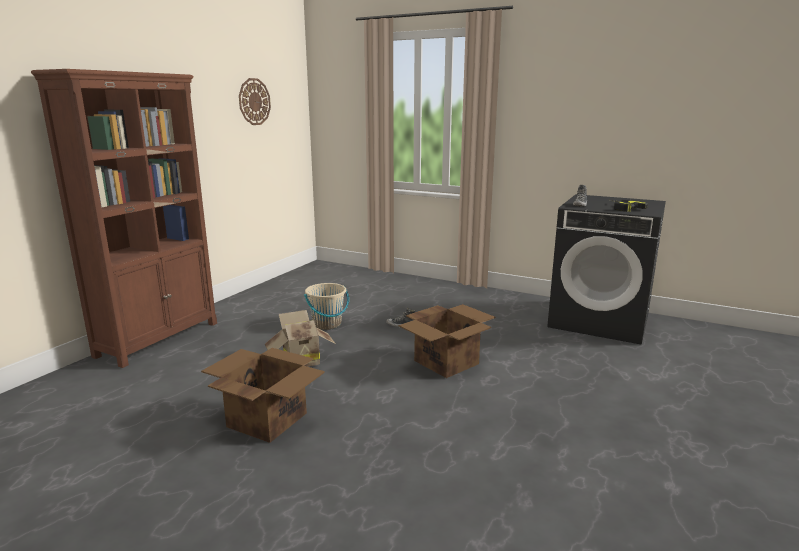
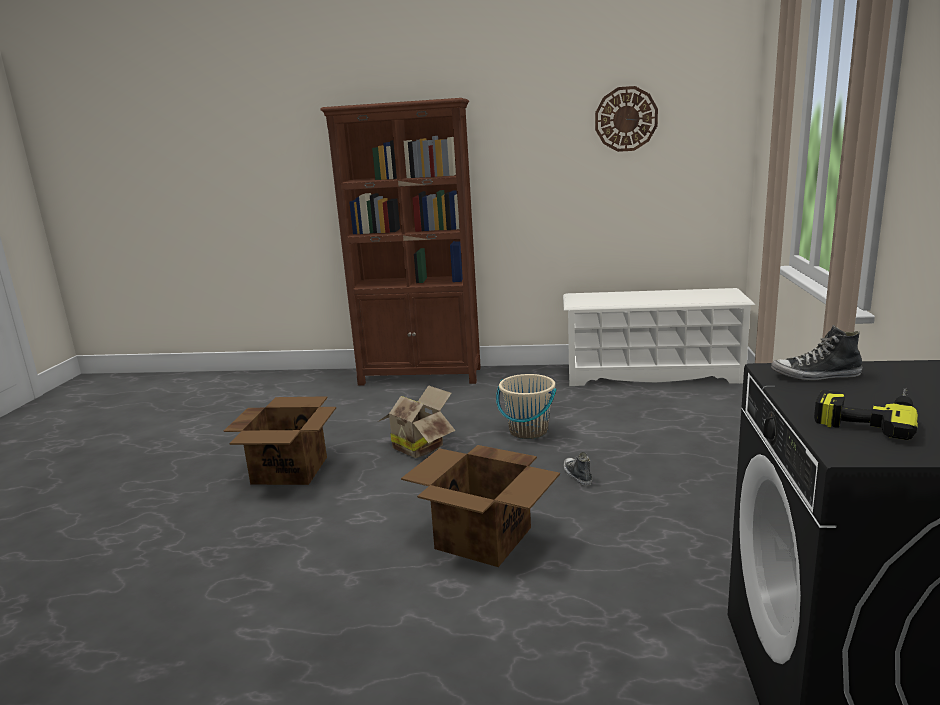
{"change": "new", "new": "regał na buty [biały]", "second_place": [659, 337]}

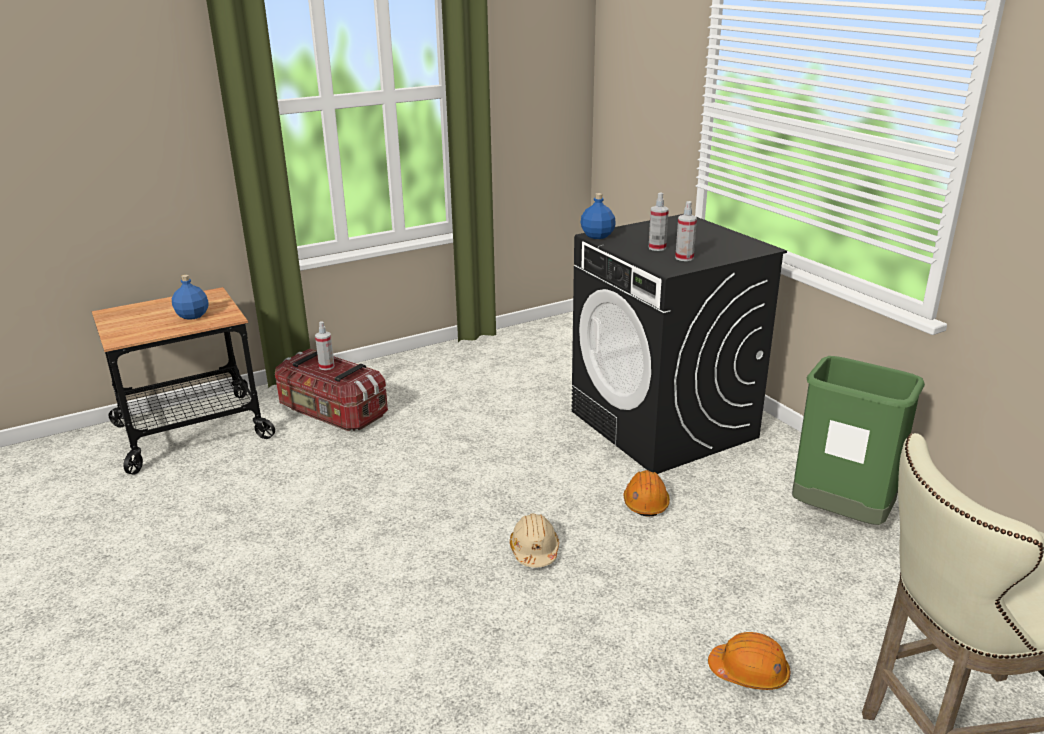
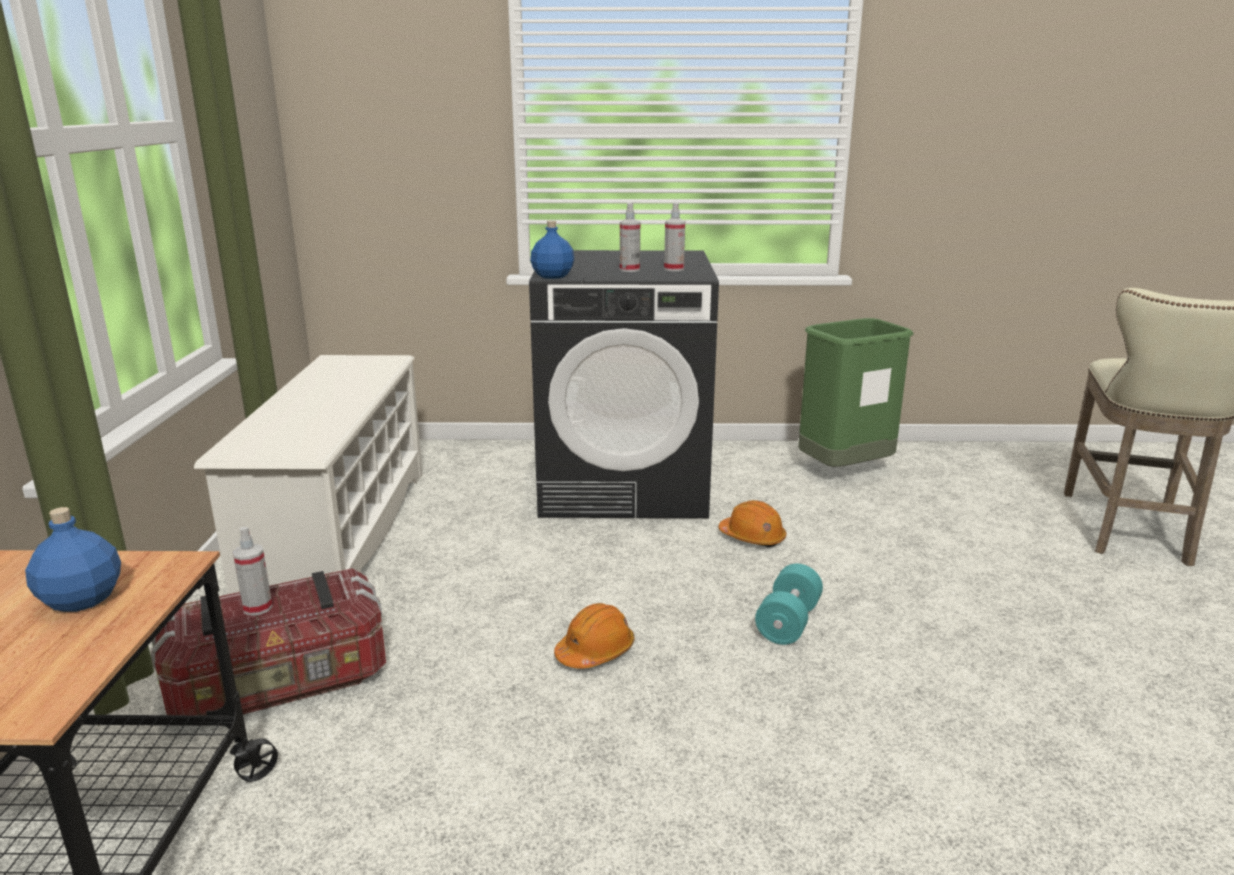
{"change": "swapped", "old": "kask [beżowy]", "new": "hantel [turkusowy]", "first_place": [534, 540], "second_place": [789, 604]}
{"change": "shifted", "old": "kask [pomarańczowy]", "first_place": [749, 661], "second_place": [594, 636]}
{"change": "new", "new": "regał na buty [biały]", "second_place": [308, 474]}

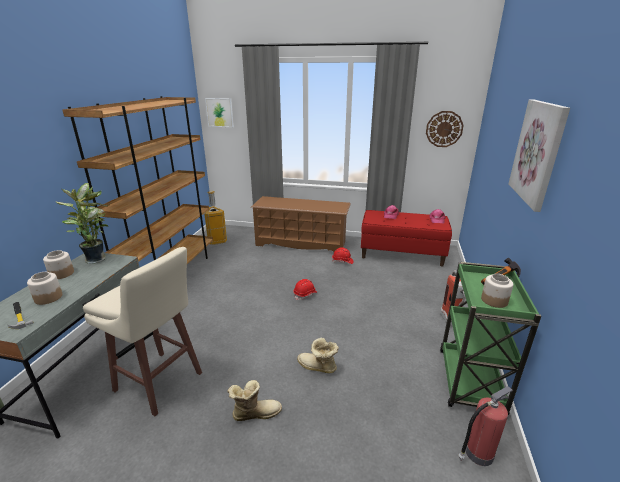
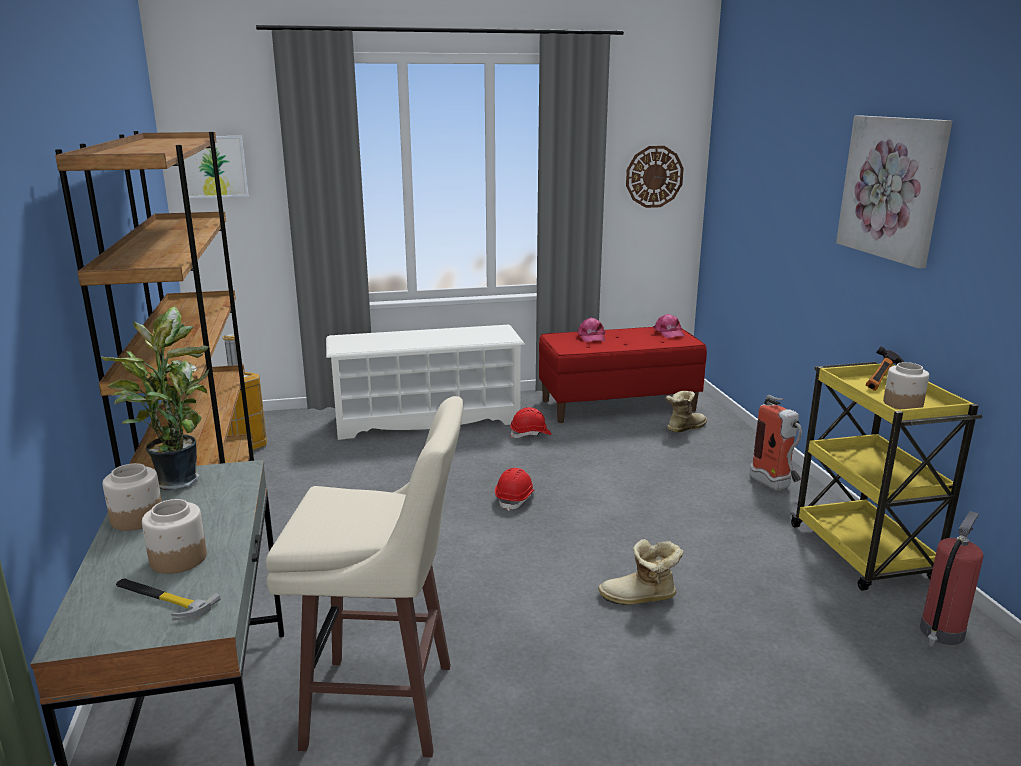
{"change": "shifted", "old": "but z cholewką", "first_place": [254, 400], "second_place": [686, 412]}
{"change": "repainted", "old": "regał na buty [brązowy]", "new": "regał na buty [biały]", "first_place": [301, 224], "second_place": [425, 382]}
{"change": "repainted", "old": "wózek [zielony]", "new": "wózek [żółty]", "first_place": [490, 338], "second_place": [886, 476]}

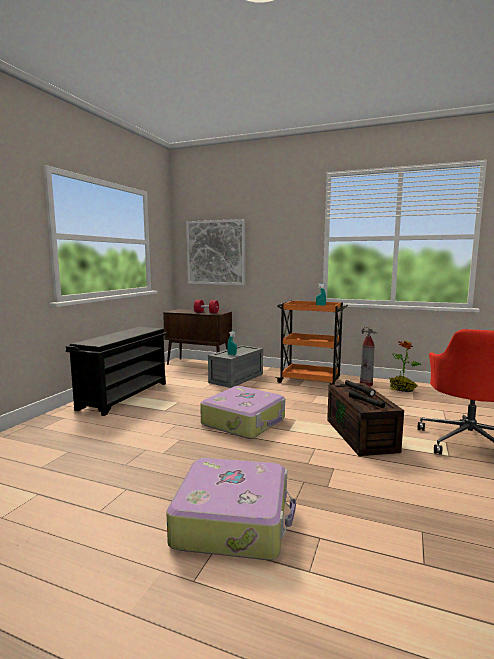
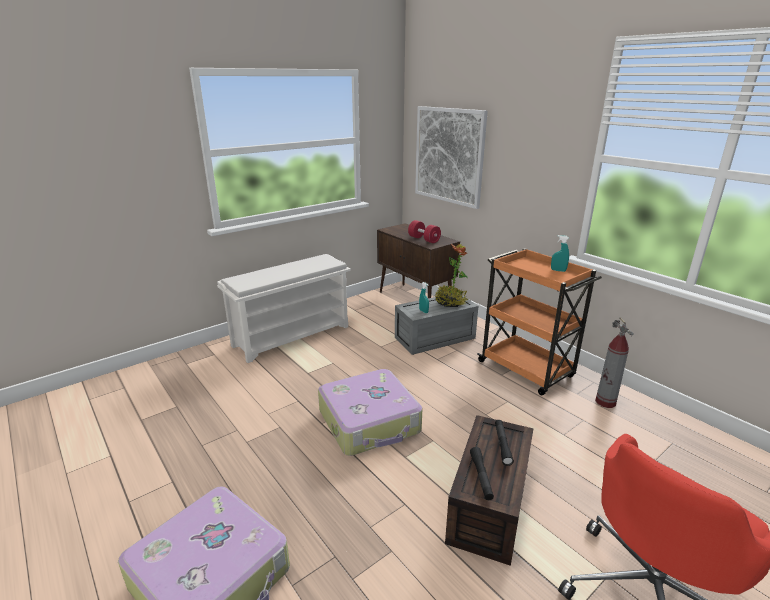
{"change": "repainted", "old": "regał na buty [czarny]", "new": "regał na buty [biały]", "first_place": [116, 371], "second_place": [284, 308]}
{"change": "shifted", "old": "roślina doniczkowa", "first_place": [405, 366], "second_place": [451, 275]}

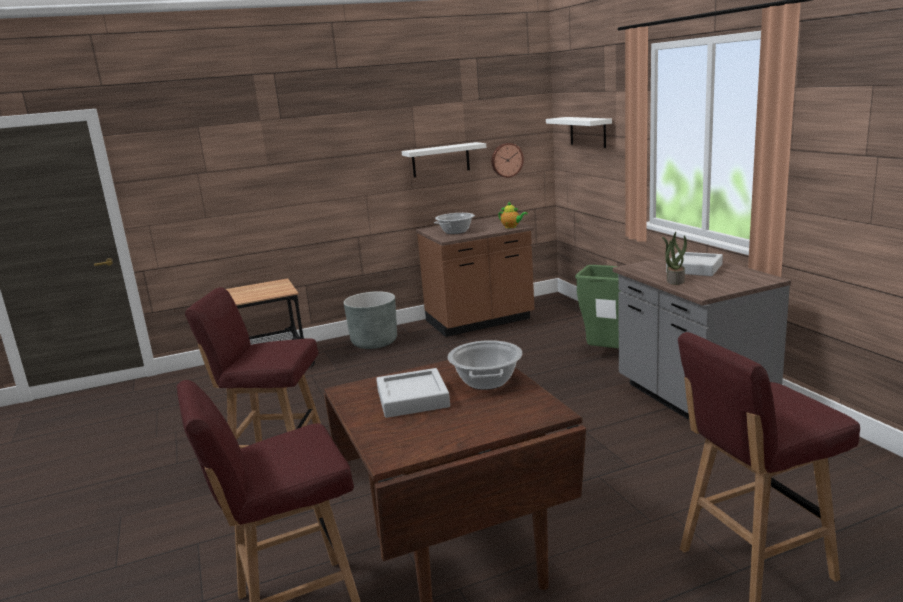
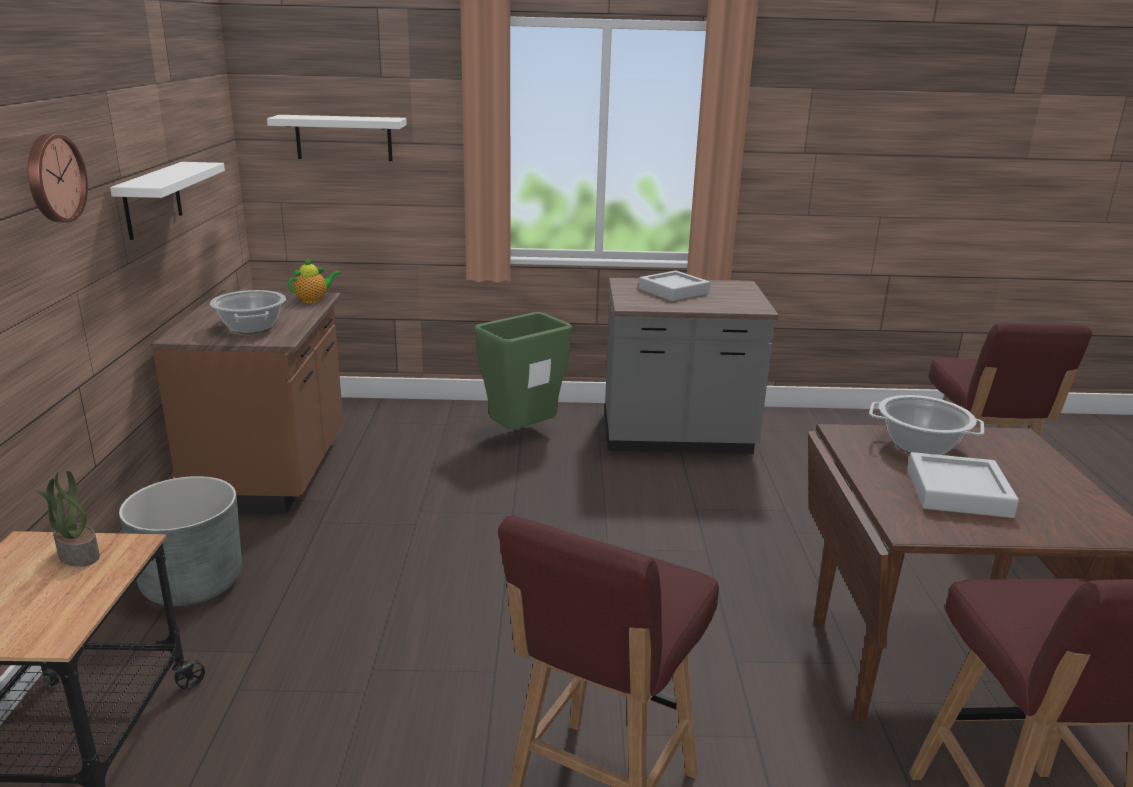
{"change": "shifted", "old": "zegar ścienny", "first_place": [507, 160], "second_place": [58, 178]}
{"change": "shifted", "old": "roślina doniczkowa", "first_place": [674, 258], "second_place": [67, 519]}

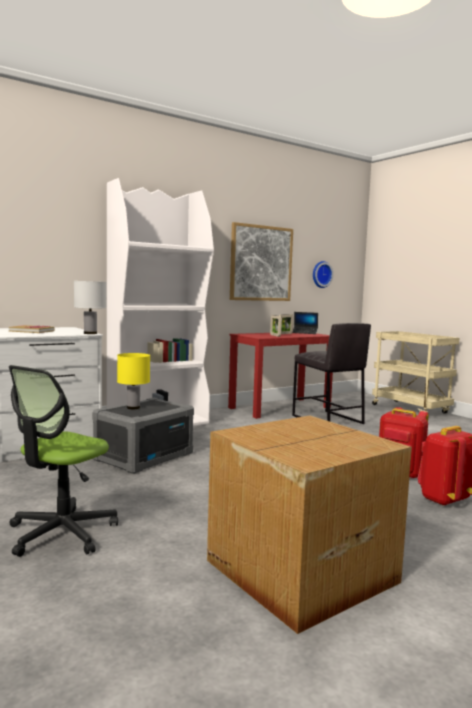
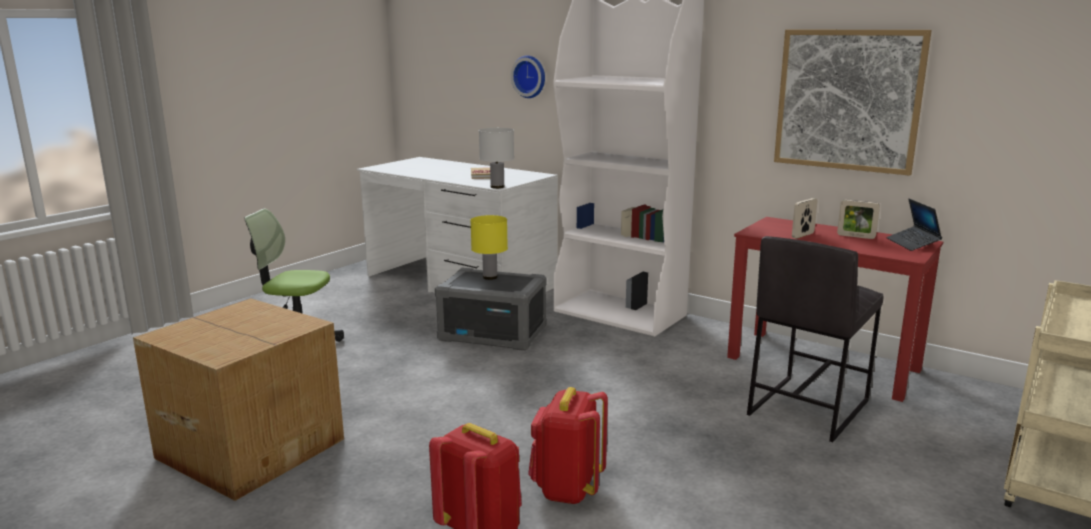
{"change": "shifted", "old": "zegar ścienny", "first_place": [323, 274], "second_place": [528, 76]}

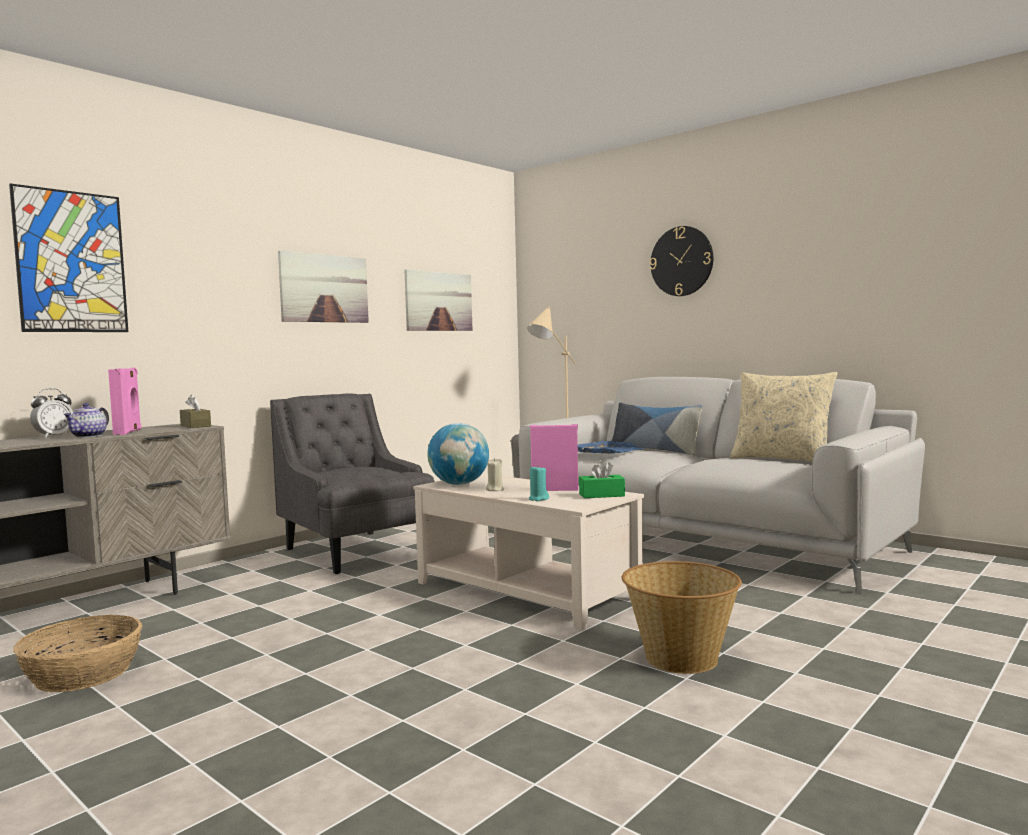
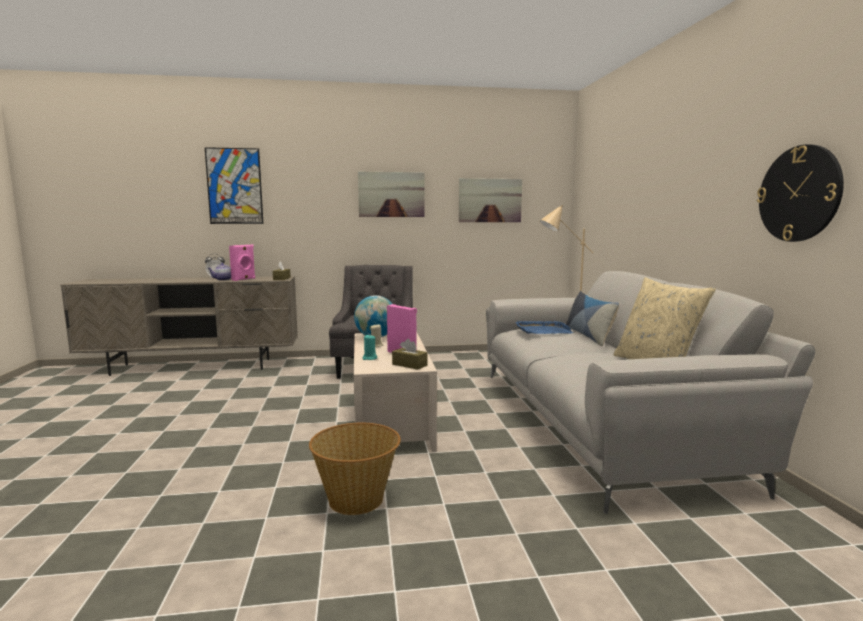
{"change": "gone", "old": "koszyk", "first_place": [77, 653]}
{"change": "repainted", "old": "pudełko chusteczek [zielony]", "new": "pudełko chusteczek [brązowy]", "first_place": [602, 479], "second_place": [410, 354]}
{"change": "shifted", "old": "zegar ścienny", "first_place": [681, 261], "second_place": [800, 193]}

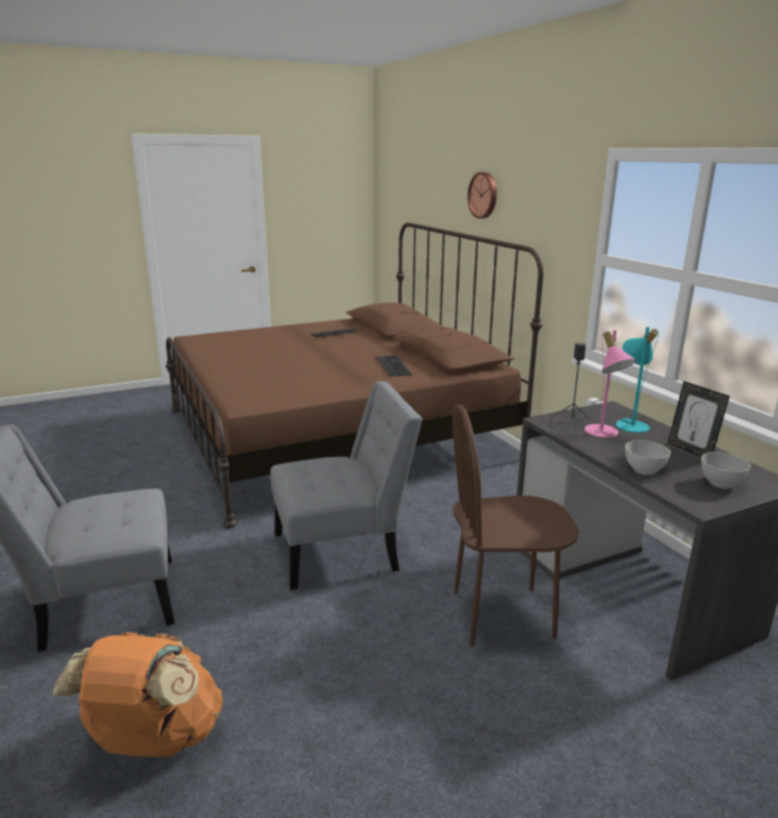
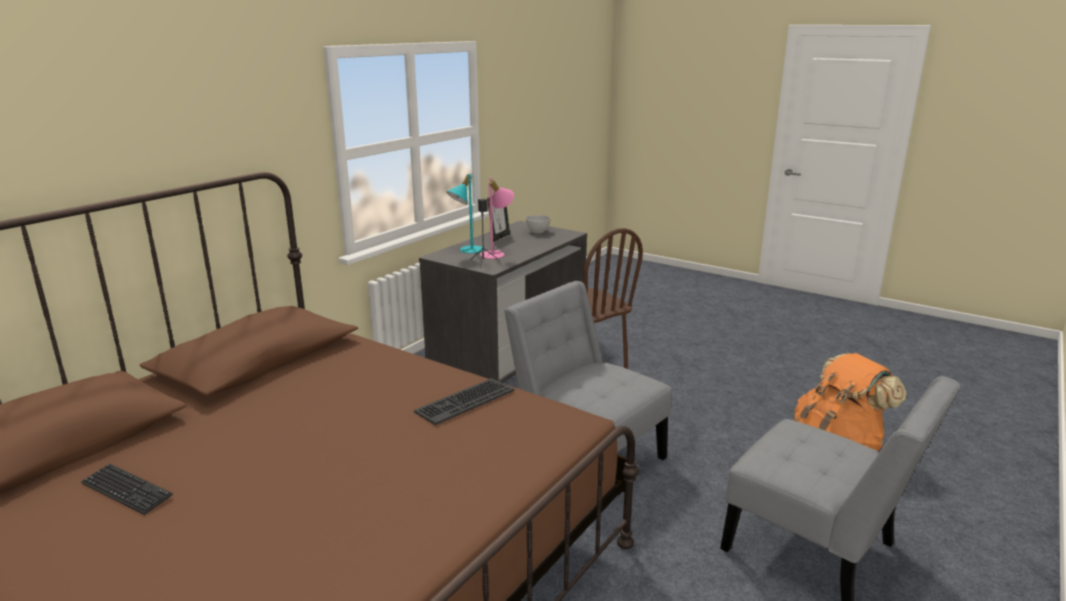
{"change": "shifted", "old": "klawiatura", "first_place": [394, 366], "second_place": [464, 401]}
{"change": "gone", "old": "zegar ścienny", "first_place": [482, 195]}
{"change": "gone", "old": "miska [szary]", "first_place": [648, 457]}

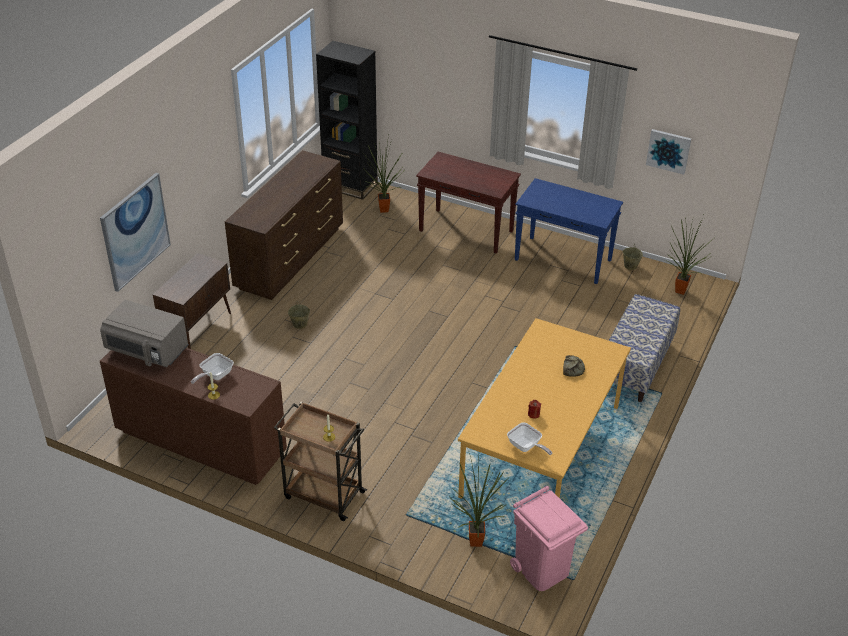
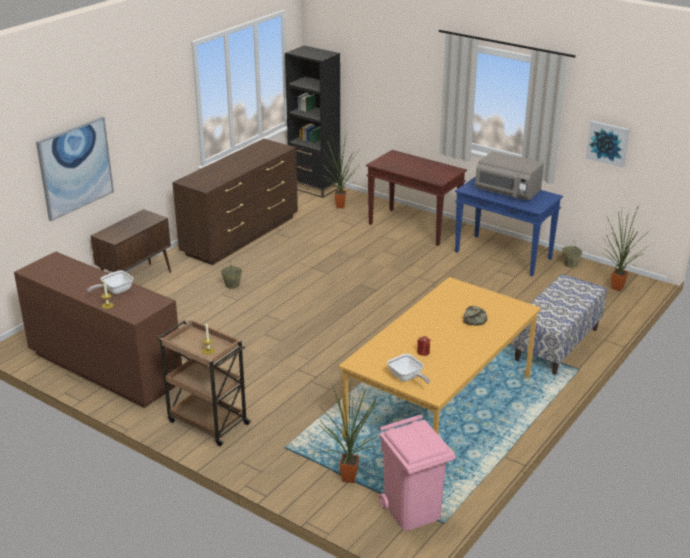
{"change": "shifted", "old": "mikrofalówka [szary]", "first_place": [144, 333], "second_place": [509, 175]}

